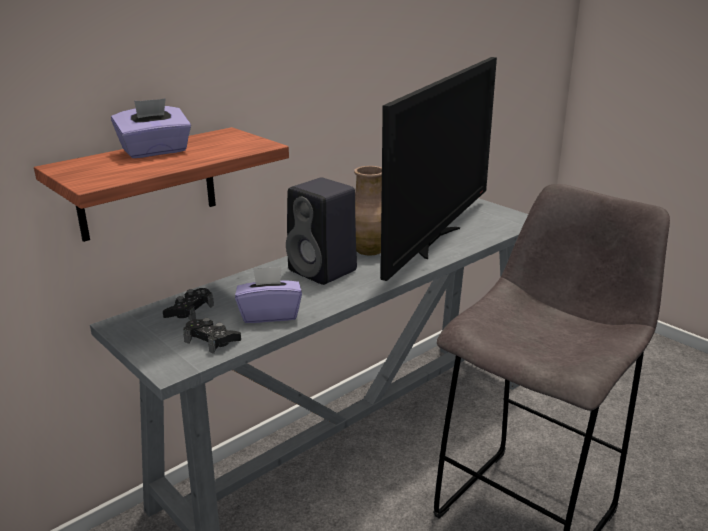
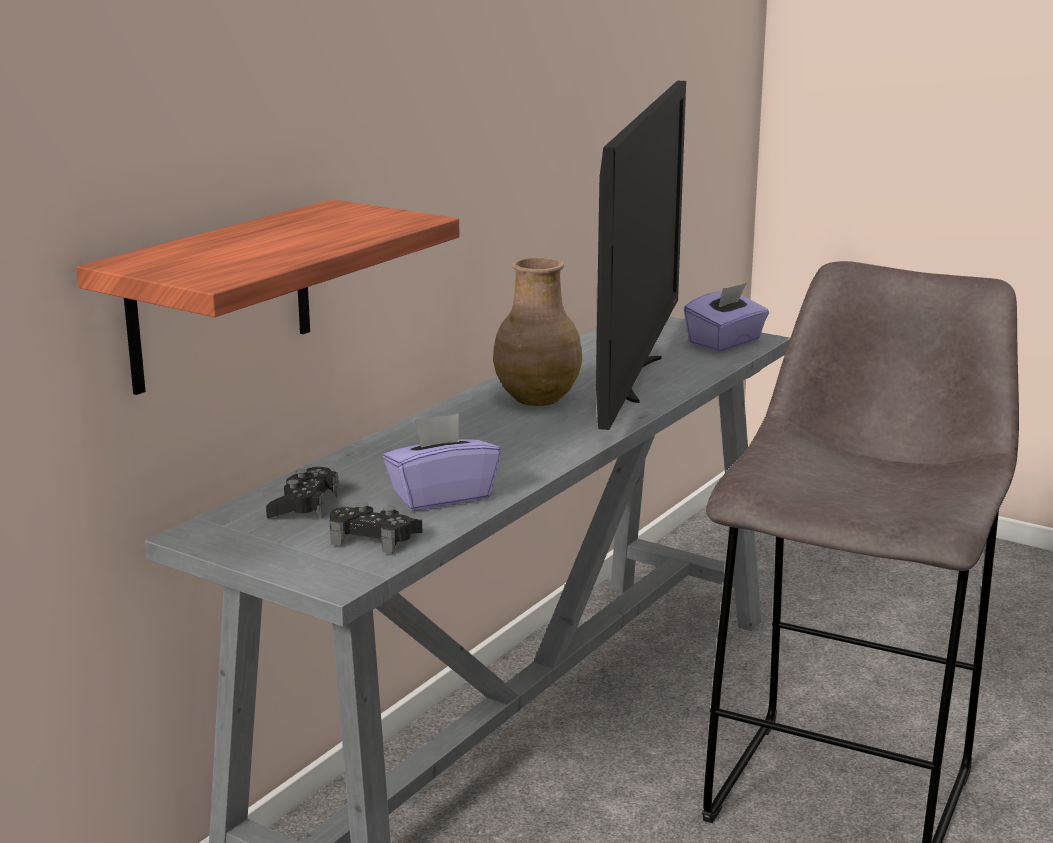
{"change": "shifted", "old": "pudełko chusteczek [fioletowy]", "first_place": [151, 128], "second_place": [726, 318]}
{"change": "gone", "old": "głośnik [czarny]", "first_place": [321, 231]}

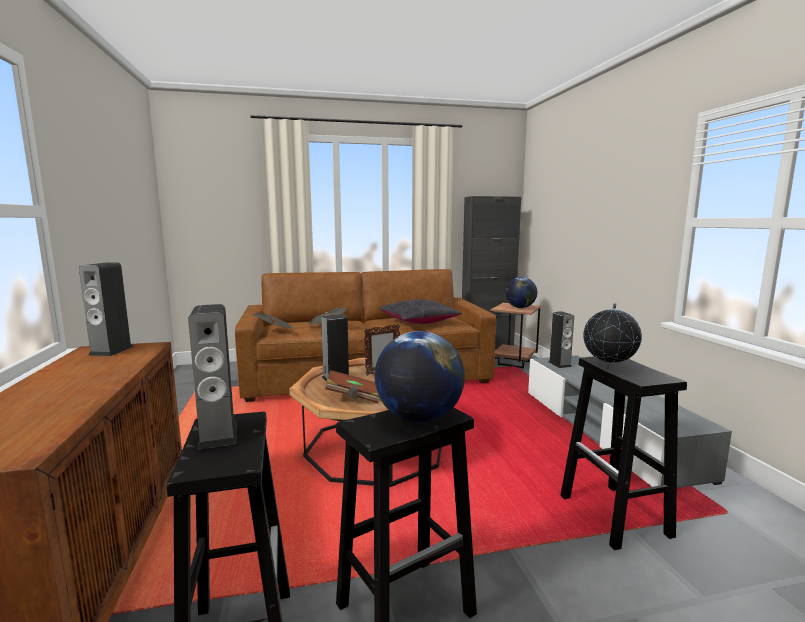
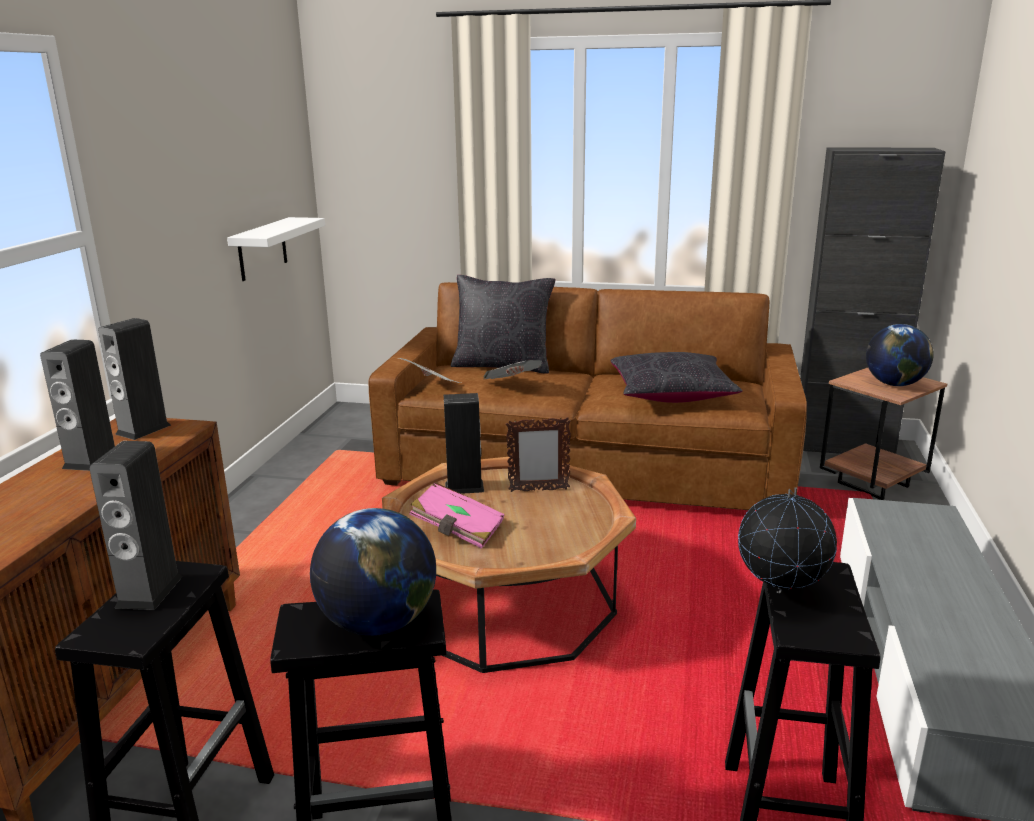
{"change": "repainted", "old": "książka [brązowy]", "new": "książka [różowy]", "first_place": [352, 386], "second_place": [456, 515]}
{"change": "shifted", "old": "głośnik", "first_place": [561, 339], "second_place": [77, 405]}
{"change": "new", "new": "półka [biały]", "second_place": [276, 249]}
{"change": "new", "new": "poduszka [czarny]", "second_place": [503, 324]}

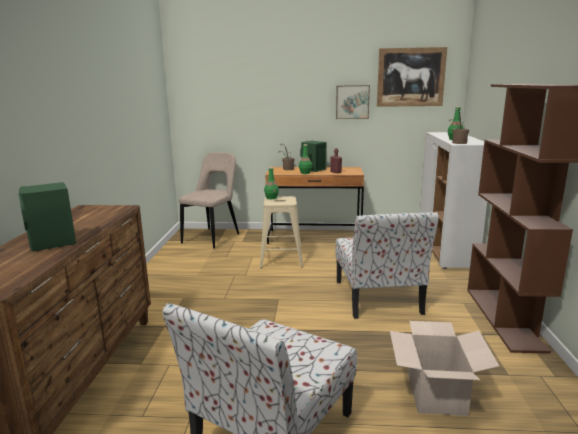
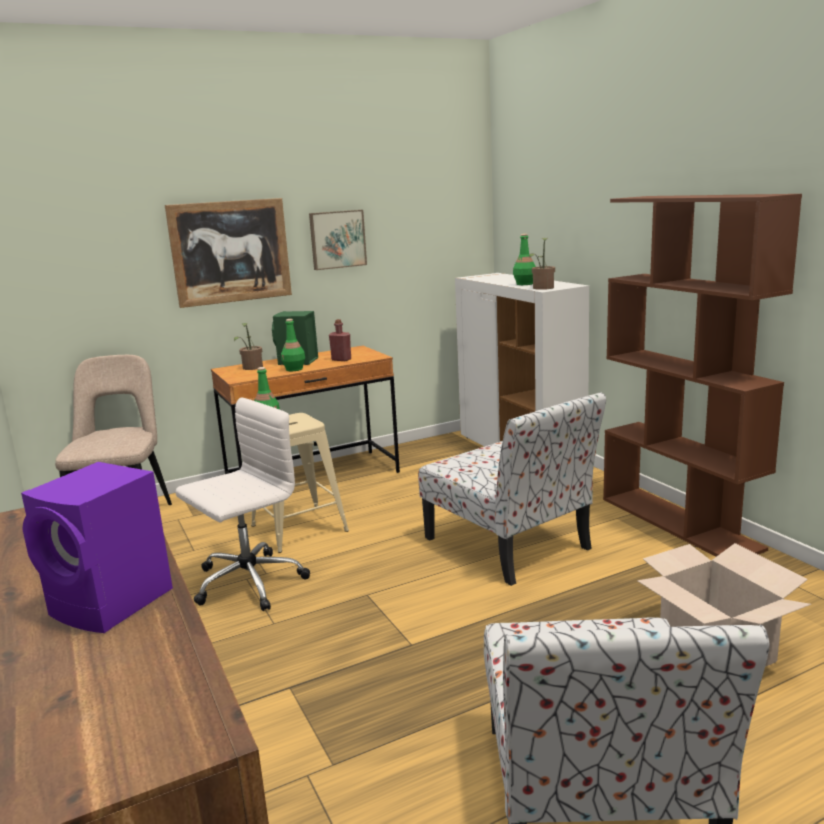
{"change": "repainted", "old": "głośnik [zielony]", "new": "głośnik [fioletowy]", "first_place": [47, 217], "second_place": [97, 547]}
{"change": "shifted", "old": "obraz", "first_place": [412, 77], "second_place": [228, 253]}
{"change": "new", "new": "krzesło biurowe [biały]", "second_place": [243, 504]}

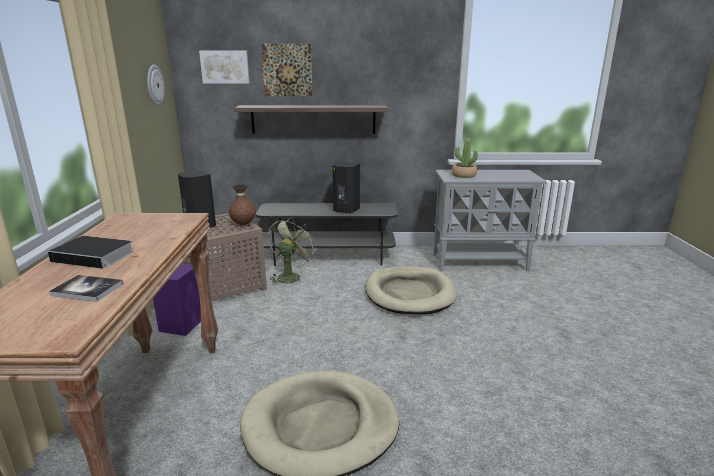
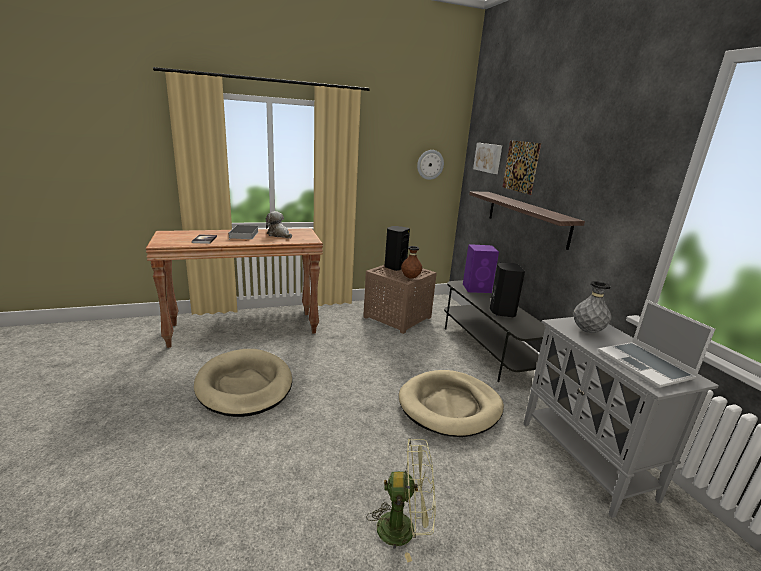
{"change": "shifted", "old": "głośnik [fioletowy]", "first_place": [177, 300], "second_place": [481, 268]}
{"change": "shifted", "old": "wentylator [zielony]", "first_place": [292, 251], "second_place": [401, 501]}
{"change": "swapped", "old": "roślina doniczkowa", "new": "wazon [szary]", "first_place": [465, 158], "second_place": [592, 307]}
{"change": "new", "new": "pluszak", "second_place": [279, 225]}
{"change": "new", "new": "laptop", "second_place": [656, 343]}

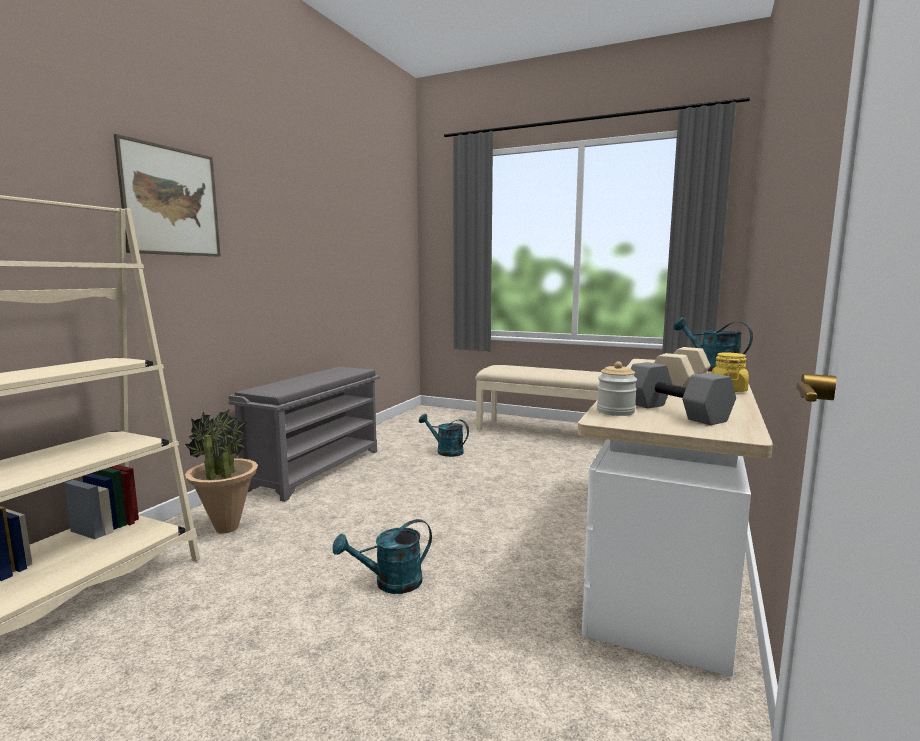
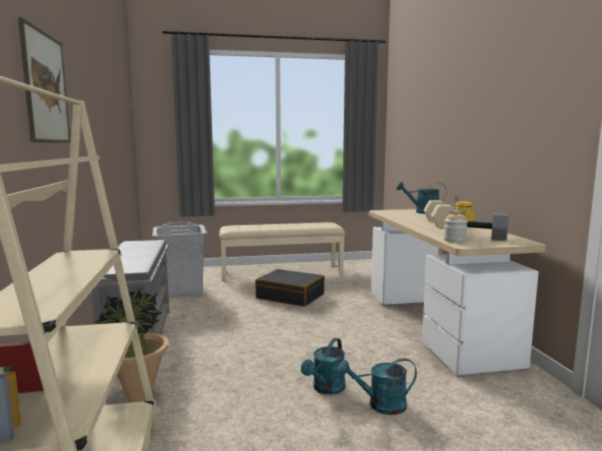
{"change": "shifted", "old": "konewka [turkusowy]", "first_place": [444, 435], "second_place": [377, 386]}
{"change": "new", "new": "kosz na pranie [szary]", "second_place": [179, 259]}
{"change": "new", "new": "walizka [czarny]", "second_place": [290, 288]}

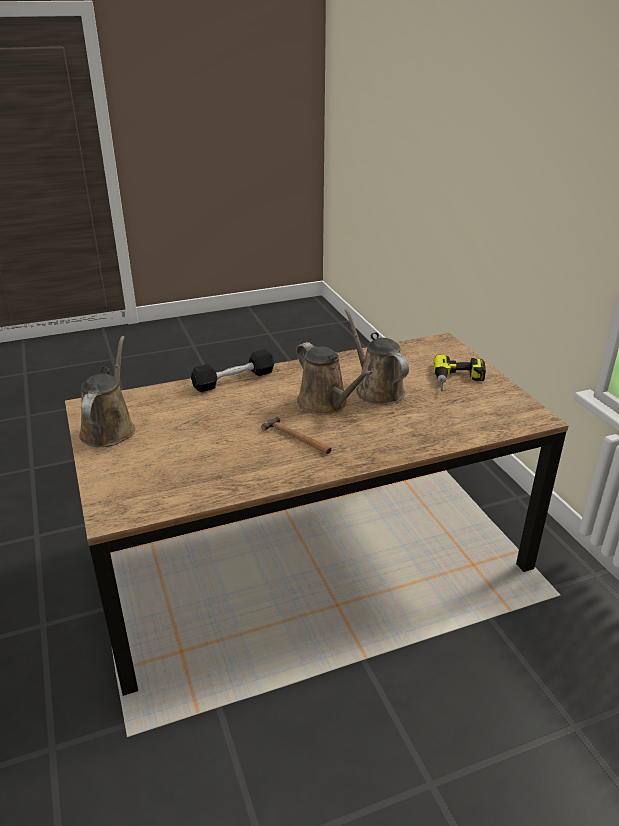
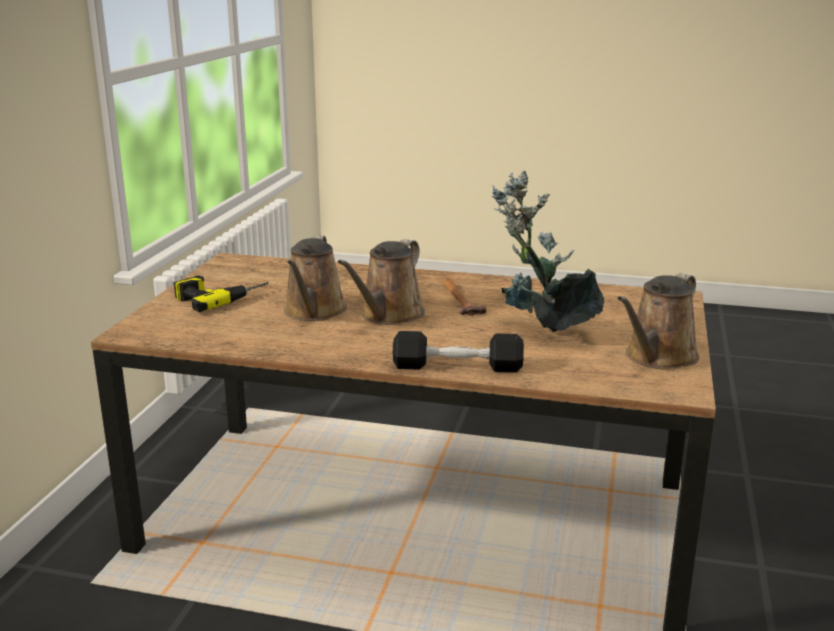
{"change": "rotated", "old": "konewka [brązowy]", "first_place": [334, 378], "second_place": [381, 282], "degrees": -150}
{"change": "new", "new": "roślina doniczkowa", "second_place": [547, 251]}

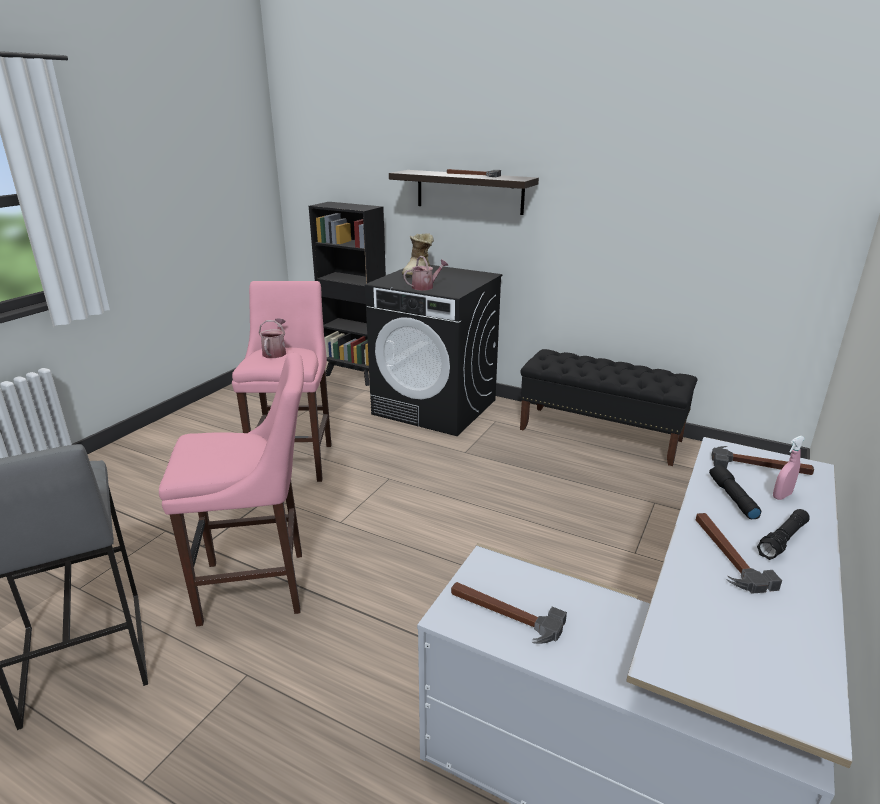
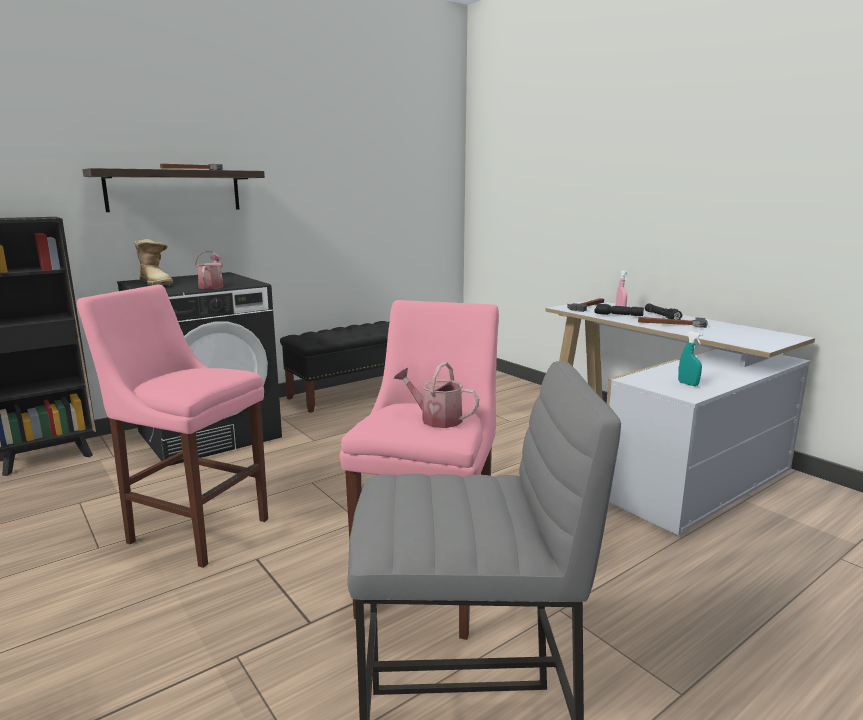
{"change": "shifted", "old": "konewka", "first_place": [272, 338], "second_place": [436, 395]}
{"change": "swapped", "old": "młotek", "new": "spryskiwacz [turkusowy]", "first_place": [509, 613], "second_place": [690, 358]}

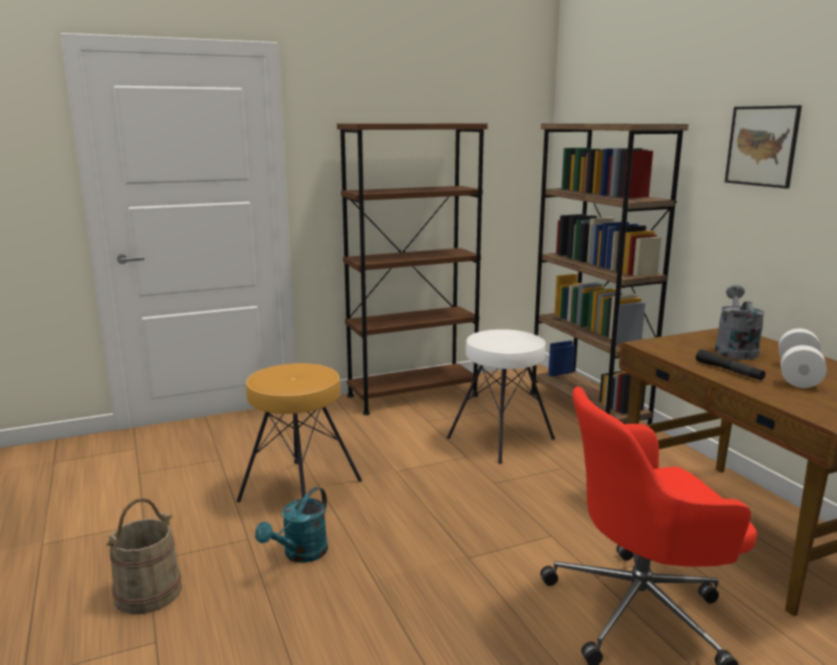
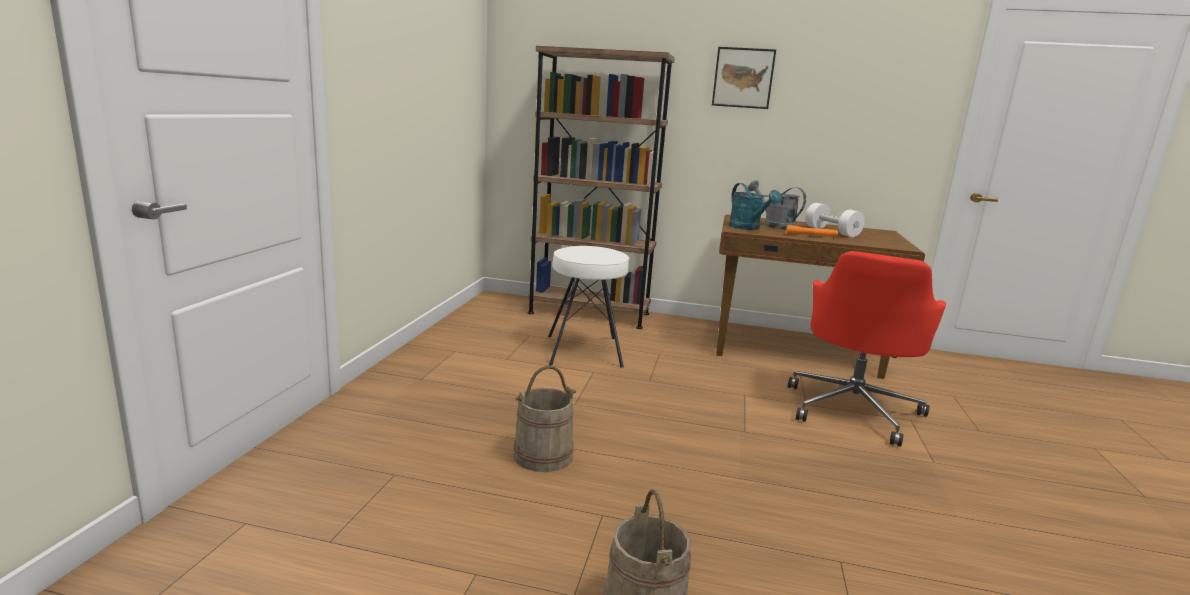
{"change": "swapped", "old": "stołek [brązowy]", "new": "wiadro [beżowy]", "first_place": [299, 432], "second_place": [544, 418]}
{"change": "shifted", "old": "konewka [turkusowy]", "first_place": [291, 525], "second_place": [755, 206]}
{"change": "gone", "old": "regał [brązowy]", "first_place": [412, 269]}
{"change": "repainted", "old": "latarka [czarny]", "new": "latarka [pomarańczowy]", "first_place": [730, 364], "second_place": [811, 231]}

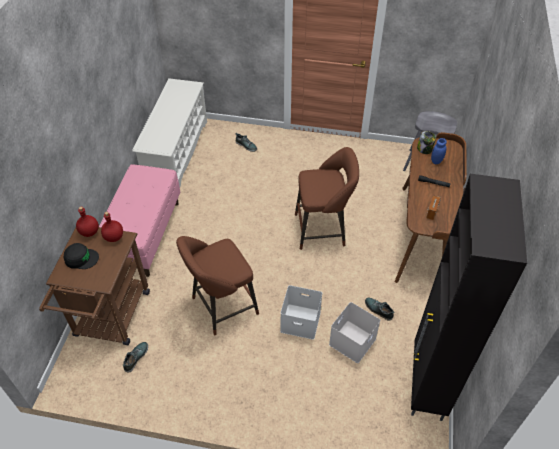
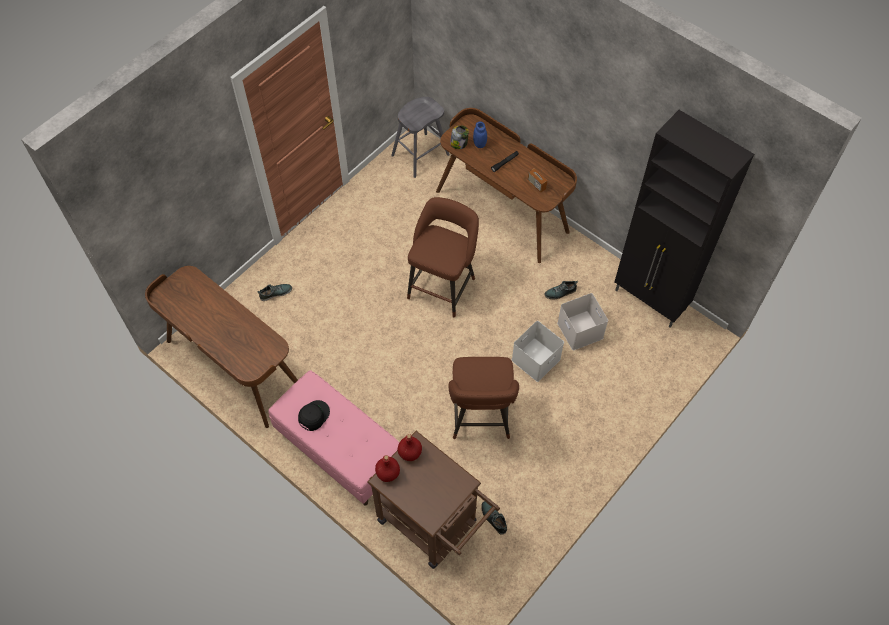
{"change": "shifted", "old": "czapka z daszkiem [czarny]", "first_place": [81, 256], "second_place": [314, 415]}
{"change": "swapped", "old": "regał na buty [biały]", "new": "biurko [brązowy]", "first_place": [169, 132], "second_place": [221, 347]}

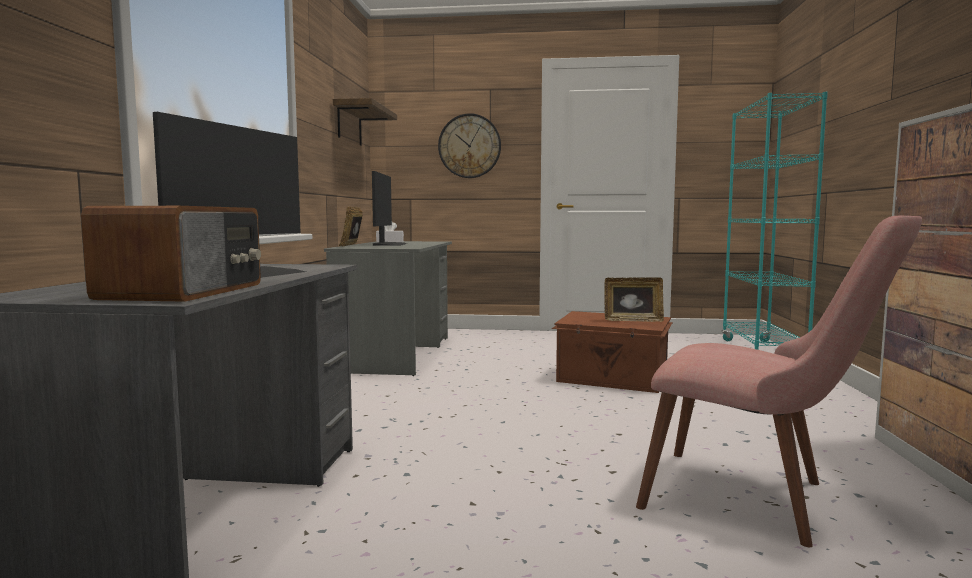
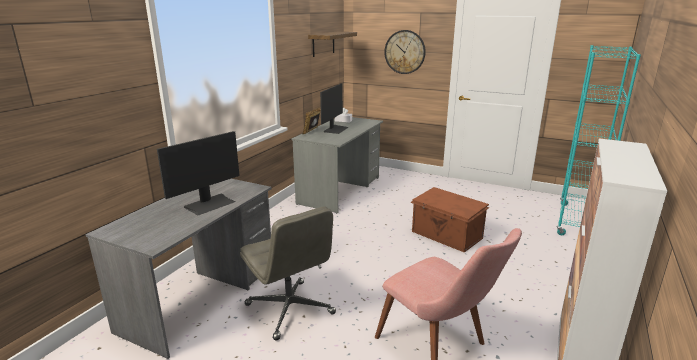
{"change": "gone", "old": "radio", "first_place": [171, 254]}
{"change": "gone", "old": "ramka na zdjęcie", "first_place": [634, 299]}
{"change": "new", "new": "krzesło biurowe [szary]", "second_place": [288, 273]}

